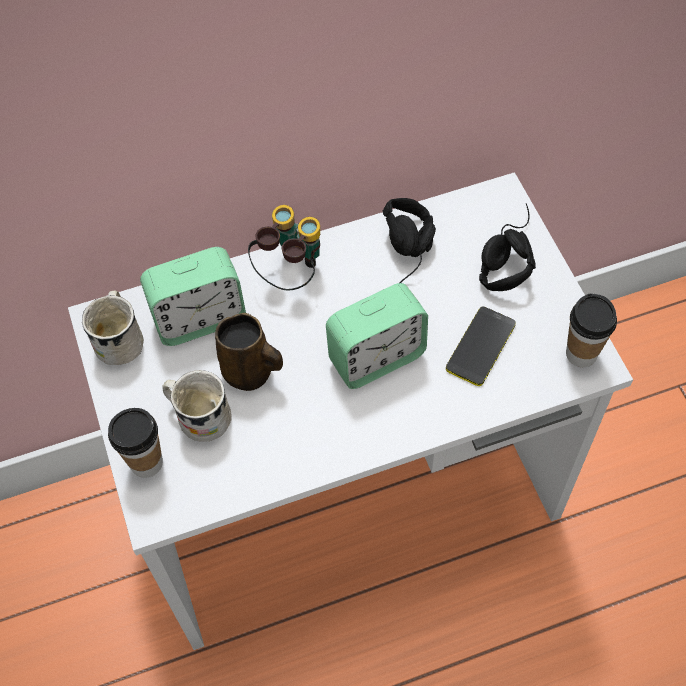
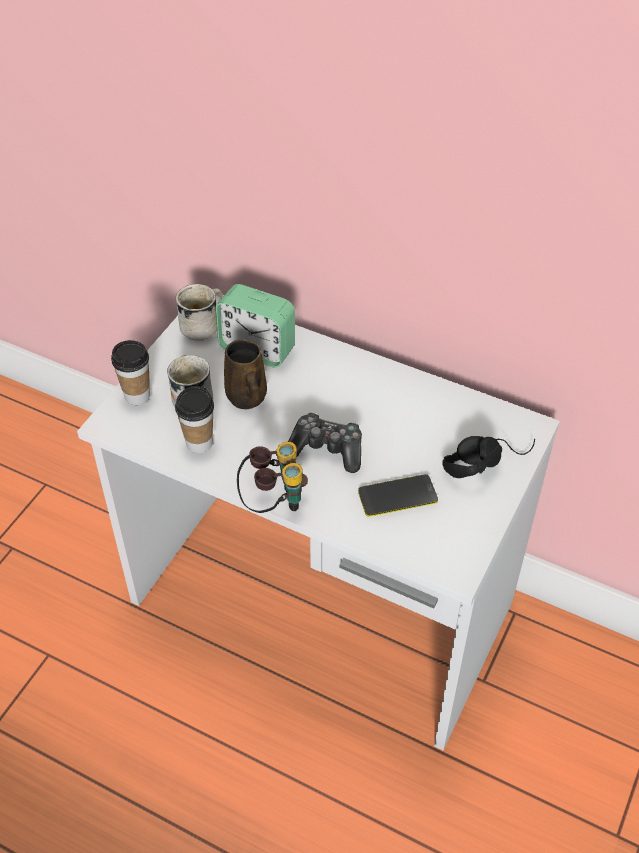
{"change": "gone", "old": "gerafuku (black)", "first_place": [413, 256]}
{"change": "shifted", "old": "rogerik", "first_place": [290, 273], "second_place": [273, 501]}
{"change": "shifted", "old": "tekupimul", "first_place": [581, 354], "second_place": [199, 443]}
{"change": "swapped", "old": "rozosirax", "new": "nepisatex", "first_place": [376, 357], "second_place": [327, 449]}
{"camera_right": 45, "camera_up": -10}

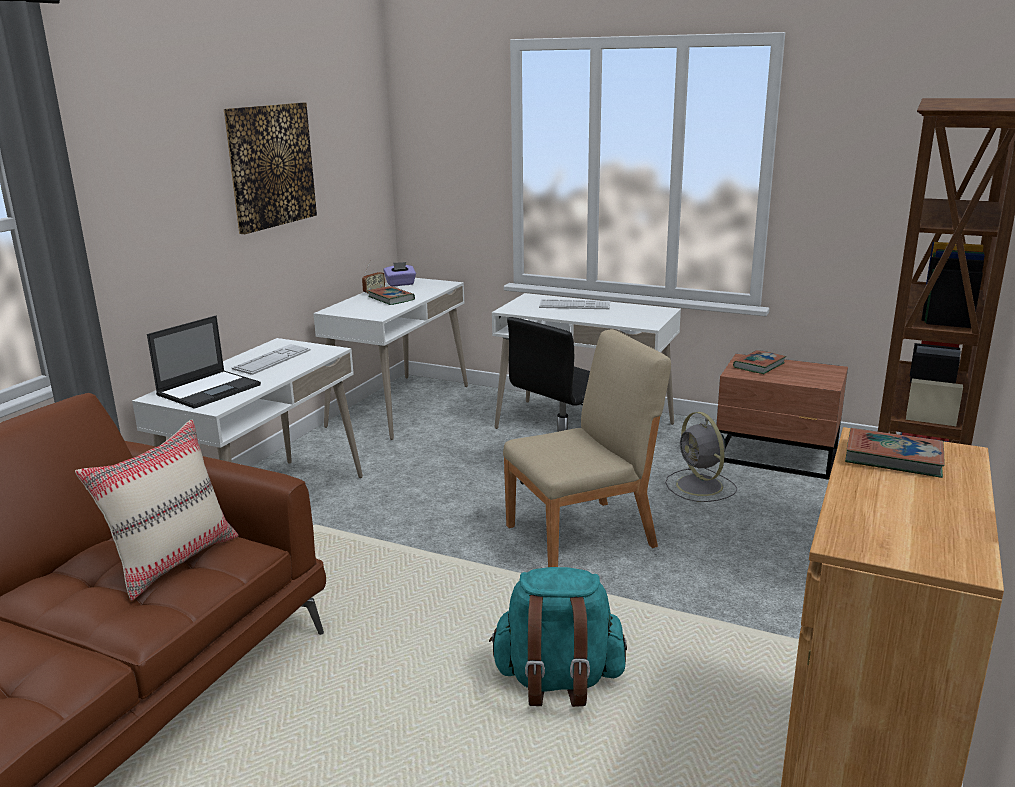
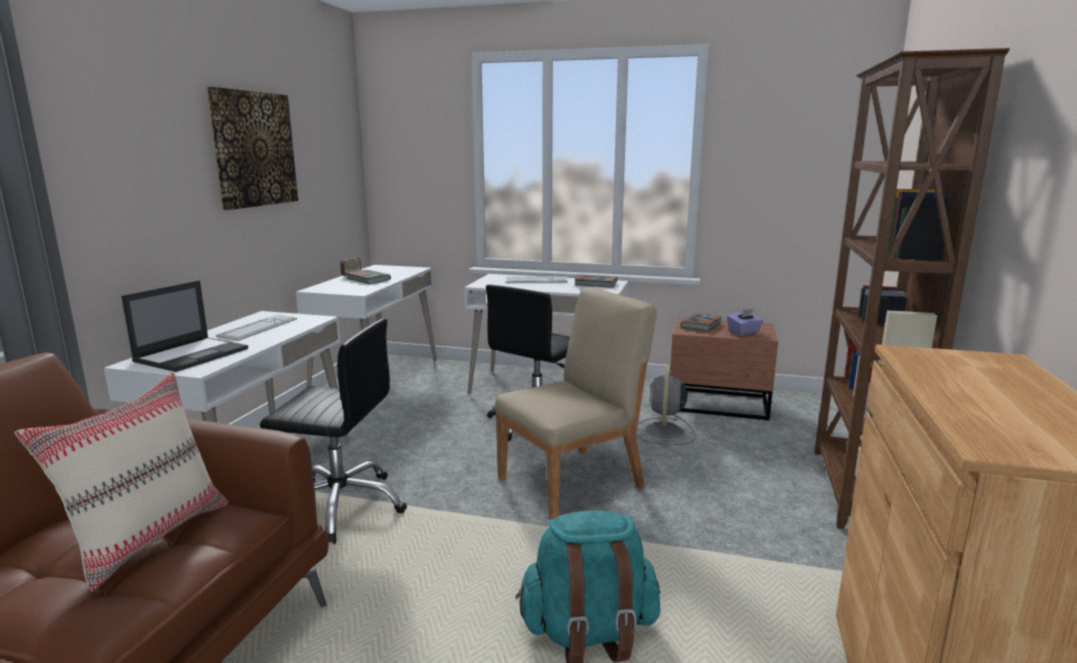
{"change": "new", "new": "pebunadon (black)", "second_place": [341, 506]}
{"change": "shifted", "old": "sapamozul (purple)", "first_place": [400, 284], "second_place": [744, 332]}
{"change": "shifted", "old": "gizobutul", "first_place": [893, 458], "second_place": [596, 284]}
{"change": "rotated", "old": "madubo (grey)", "first_place": [700, 486], "second_place": [664, 432], "degrees": 45}
{"camera_right": -10, "camera_up": -5}

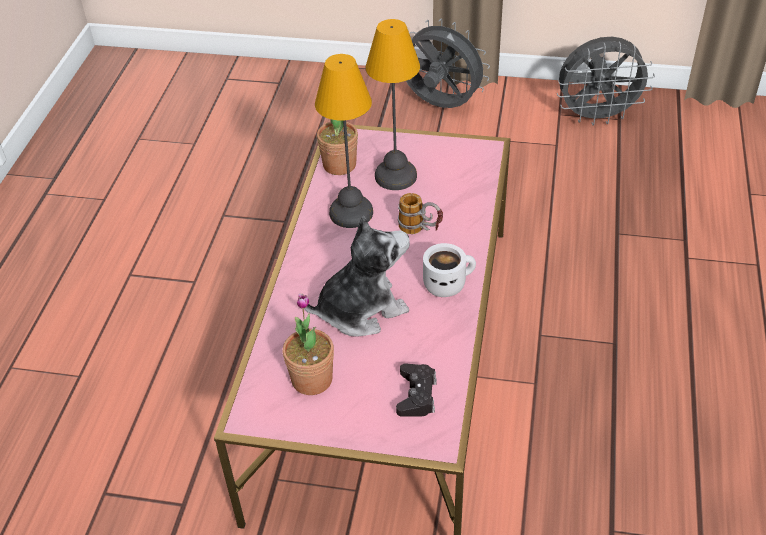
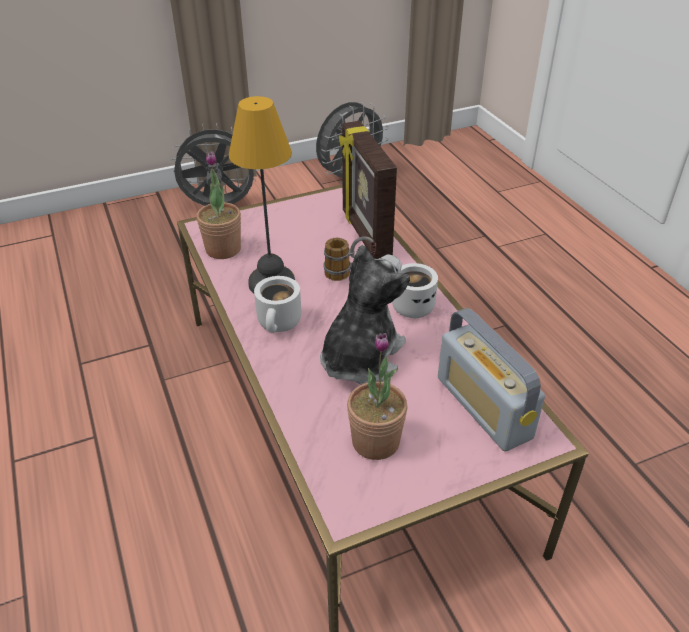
{"change": "gone", "old": "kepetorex", "first_place": [396, 175]}
{"change": "new", "new": "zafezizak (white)", "second_place": [280, 324]}
{"change": "new", "new": "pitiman", "second_place": [364, 235]}
{"change": "swapped", "old": "nepisatex (black)", "new": "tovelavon", "first_place": [416, 395], "second_place": [483, 407]}
{"camera_right": -35, "camera_up": -5}

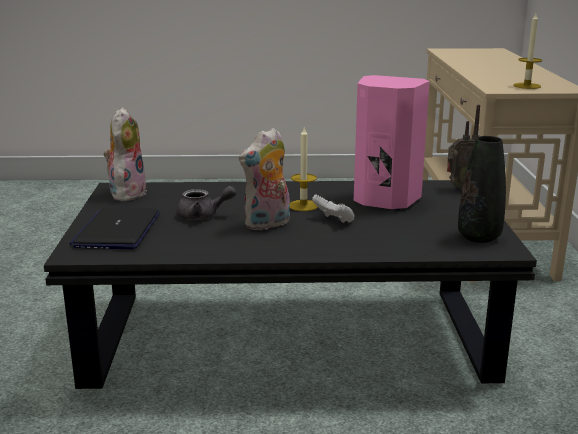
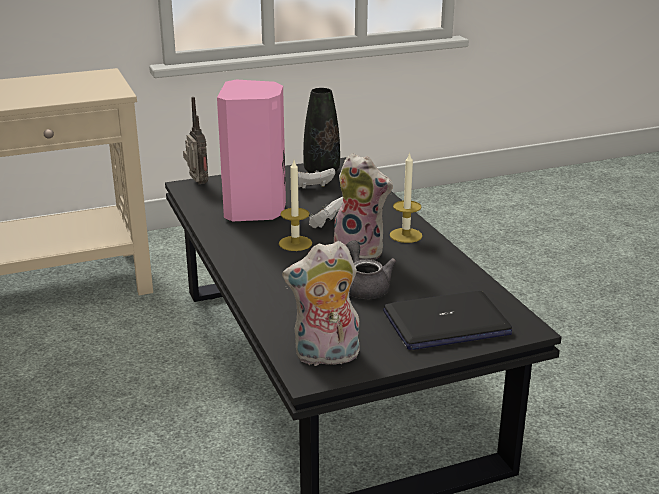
{"change": "new", "new": "nepisatex (white)", "second_place": [313, 188]}
{"change": "shifted", "old": "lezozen", "first_place": [527, 86], "second_place": [406, 235]}
{"camera_right": -110, "camera_up": 5}

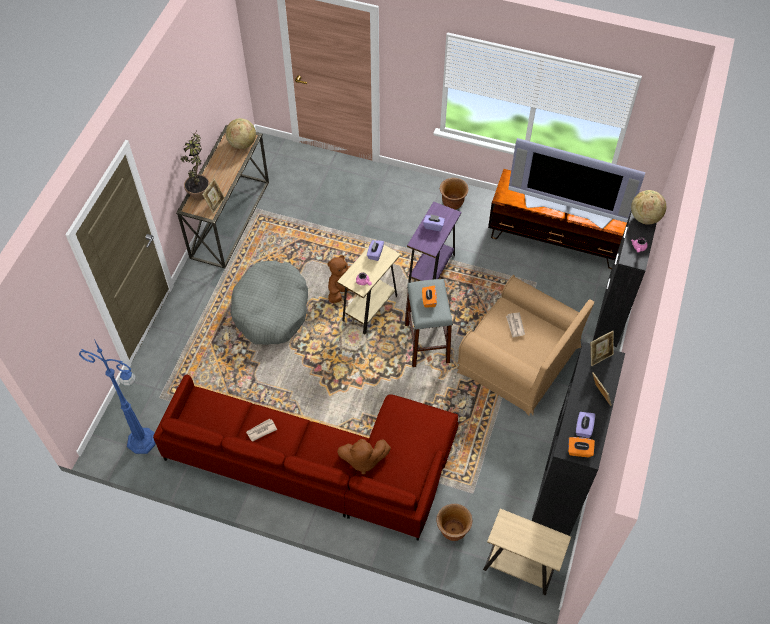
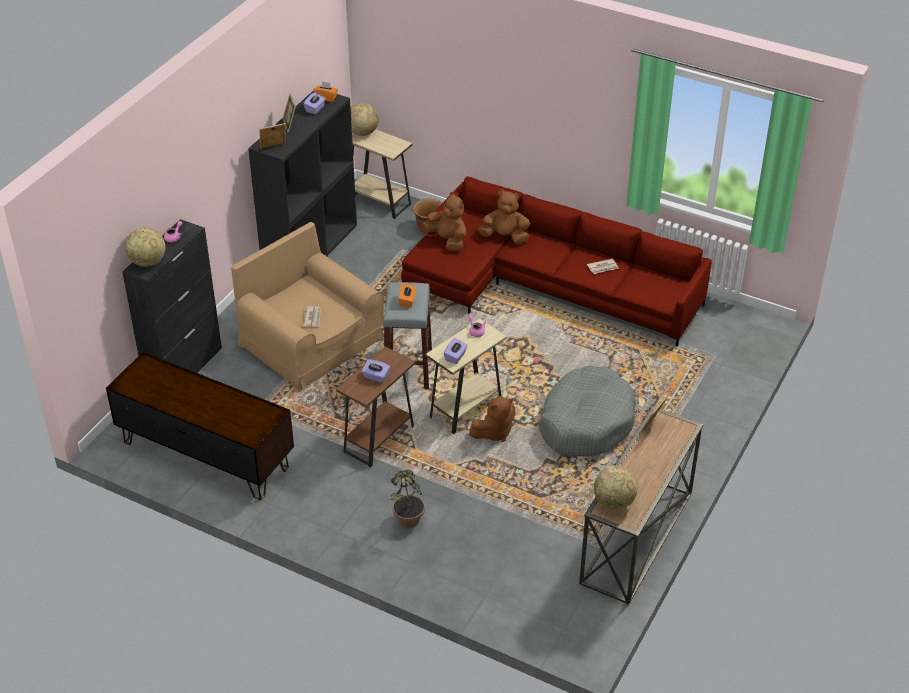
{"change": "gone", "old": "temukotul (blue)", "first_place": [143, 441]}
{"change": "gone", "old": "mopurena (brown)", "first_place": [452, 203]}
{"change": "gone", "old": "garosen", "first_place": [568, 207]}
{"change": "new", "new": "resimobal", "second_place": [362, 133]}
{"change": "new", "new": "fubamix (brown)", "second_place": [447, 240]}
{"change": "shifted", "old": "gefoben", "first_place": [200, 190], "second_place": [406, 526]}
{"change": "repainted", "old": "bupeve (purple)", "new": "bupeve (brown)", "first_place": [431, 270], "second_place": [379, 439]}
{"camera_right": -170, "camera_up": -15}

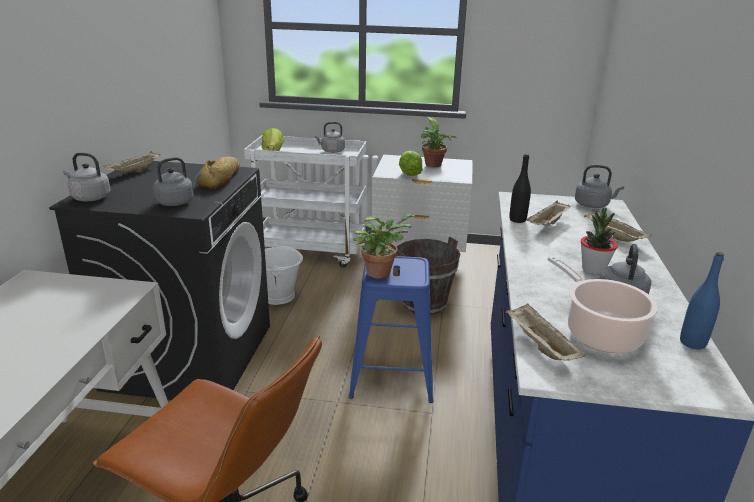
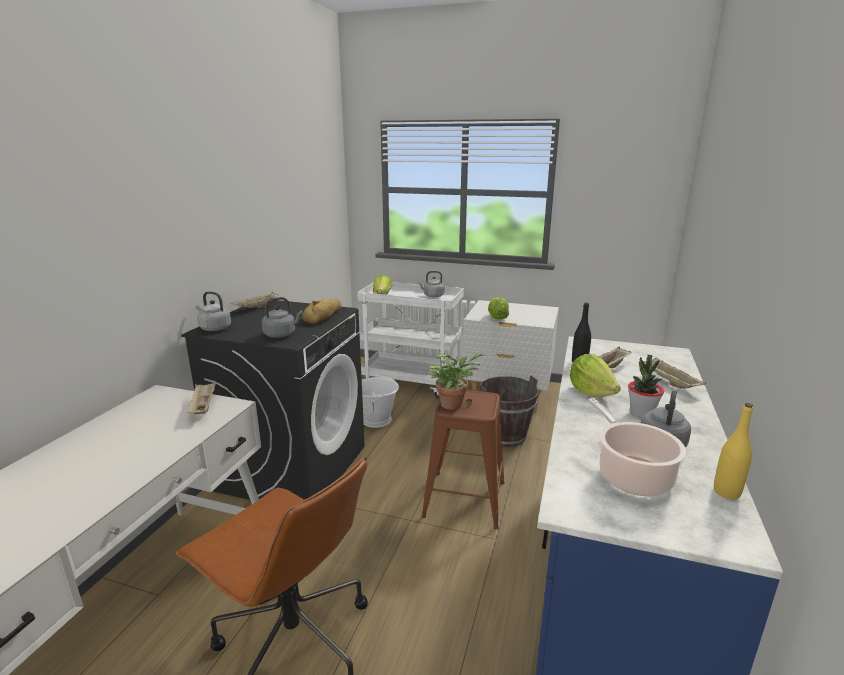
{"change": "gone", "old": "gefoben", "first_place": [434, 165]}
{"change": "gone", "old": "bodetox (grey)", "first_place": [593, 205]}
{"change": "new", "new": "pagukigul", "second_place": [591, 392]}
{"change": "shifted", "old": "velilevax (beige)", "first_place": [539, 345], "second_place": [203, 407]}
{"change": "repainted", "old": "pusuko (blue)", "new": "pusuko (brown)", "first_place": [391, 374], "second_place": [464, 499]}
{"change": "repainted", "old": "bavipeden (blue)", "new": "bavipeden (yellow)", "first_place": [692, 343], "second_place": [726, 492]}
{"camera_right": 10, "camera_up": -5}

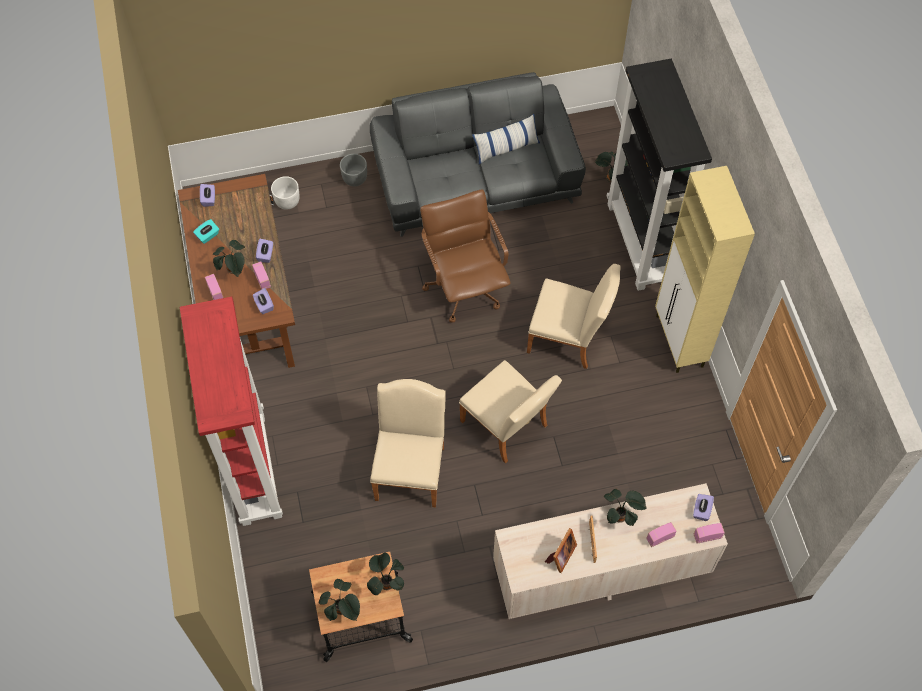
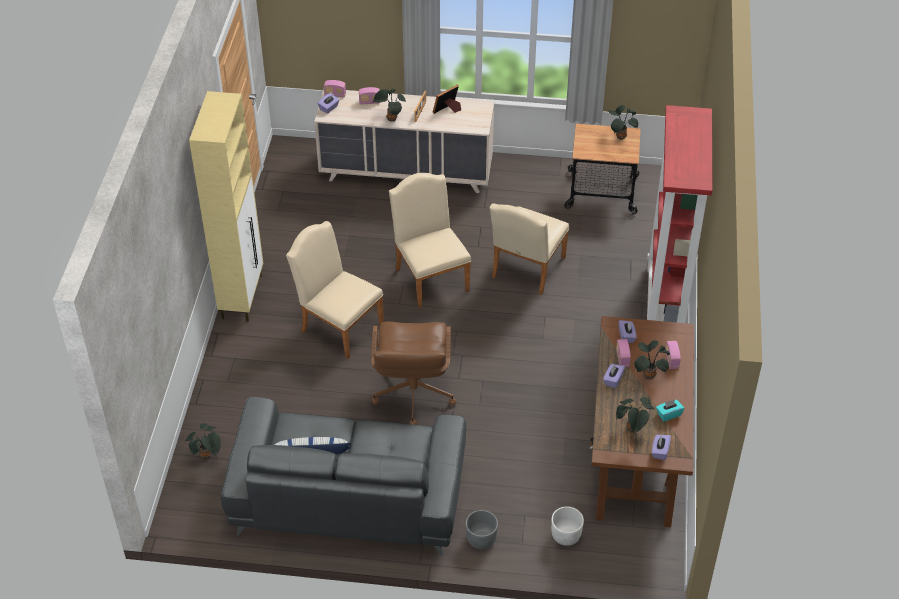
{"change": "gone", "old": "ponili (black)", "first_place": [640, 243]}
{"change": "shifted", "old": "gefoben", "first_place": [386, 583], "second_place": [632, 429]}
{"camera_right": -160, "camera_up": -15}

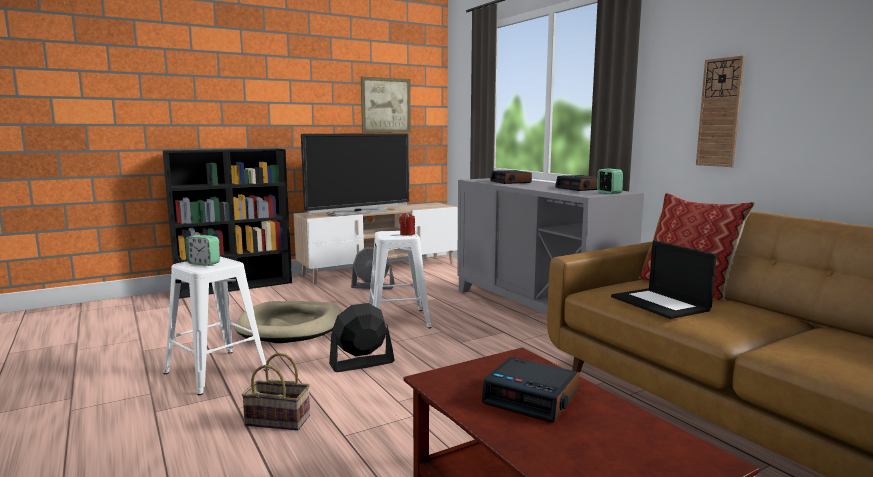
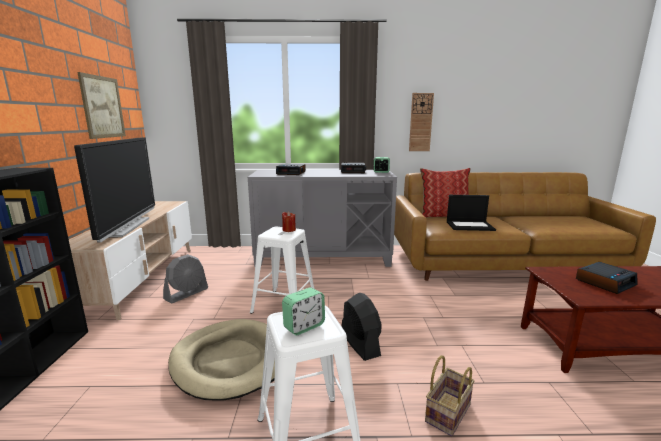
{"change": "rotated", "old": "madubo (black)", "first_place": [361, 363], "second_place": [359, 343], "degrees": 150}
{"camera_right": -60, "camera_up": 5}

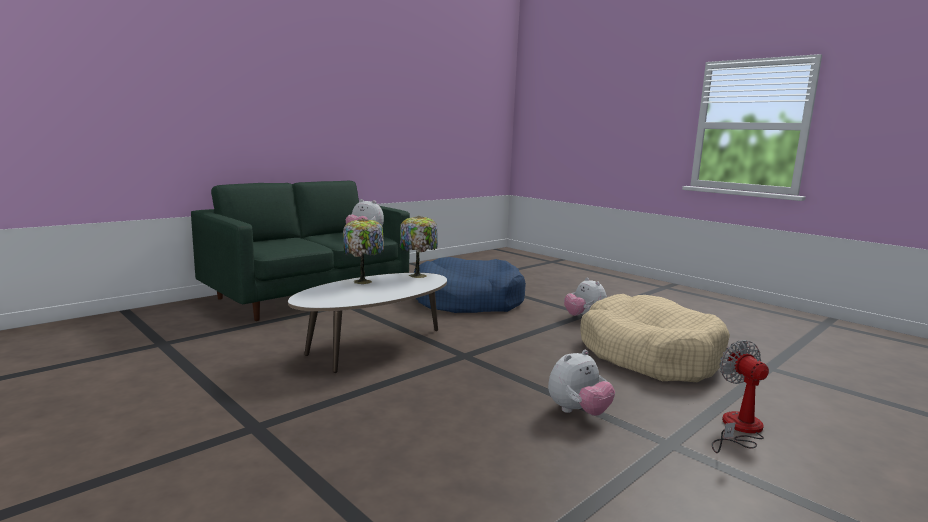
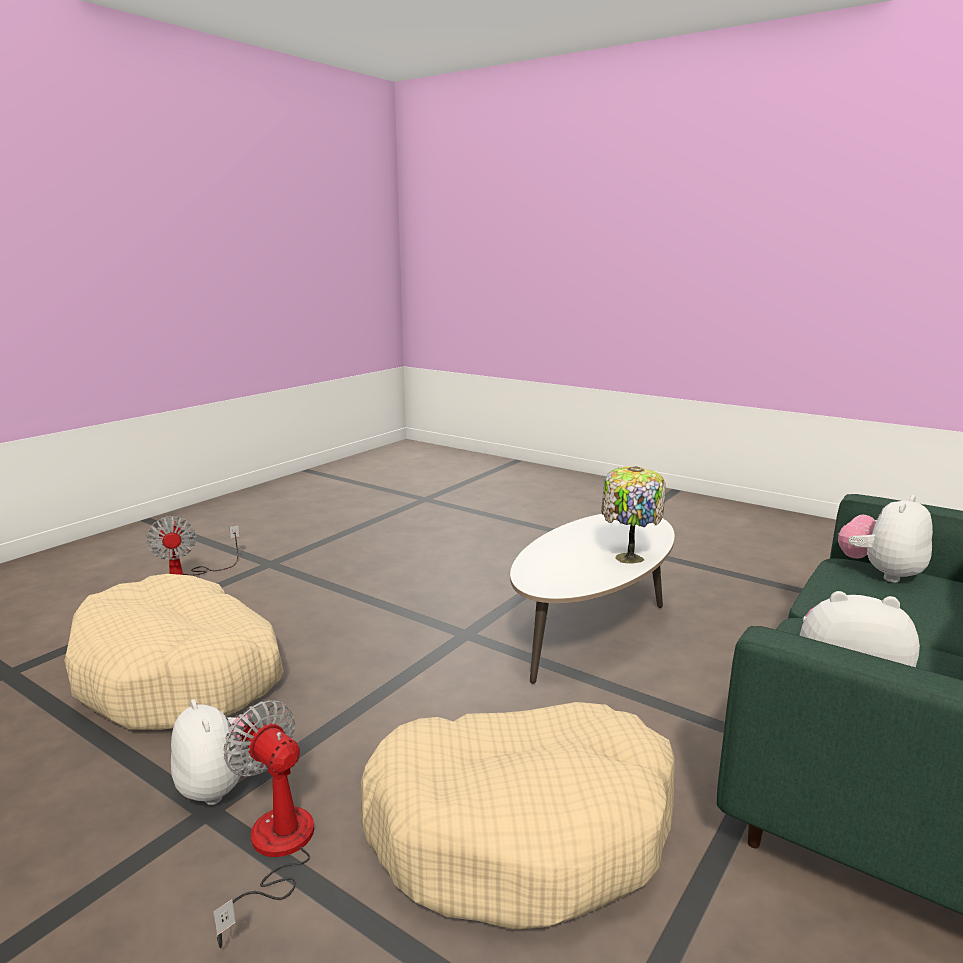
{"change": "gone", "old": "kepetorex", "first_place": [418, 275]}
{"change": "new", "new": "madubo", "second_place": [274, 852]}
{"change": "shifted", "old": "fubamix", "first_place": [578, 412], "second_place": [881, 573]}
{"change": "repainted", "old": "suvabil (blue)", "new": "suvabil (beige)", "first_place": [467, 301], "second_place": [522, 829]}
{"camera_right": 170, "camera_up": 5}

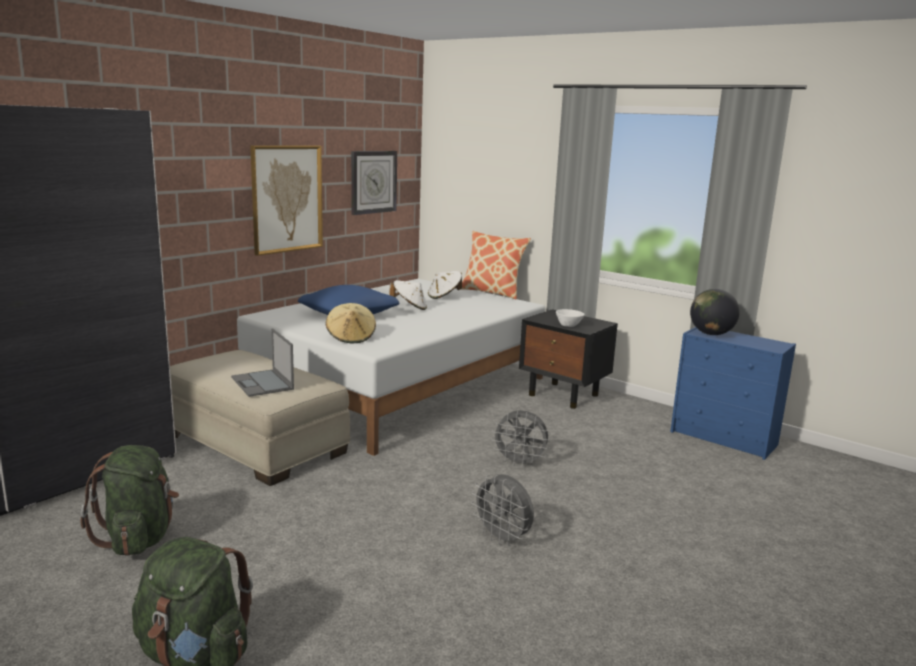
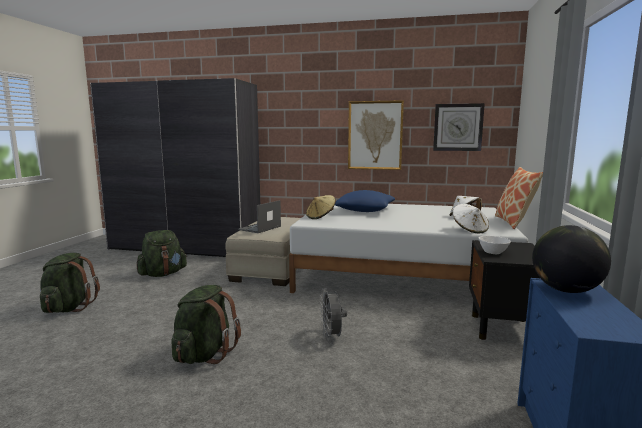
{"change": "shifted", "old": "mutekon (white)", "first_place": [409, 308], "second_place": [469, 230]}
{"change": "swapped", "old": "madubo (grey)", "new": "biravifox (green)", "first_place": [502, 539], "second_place": [205, 354]}
{"camera_right": 65, "camera_up": -5}

